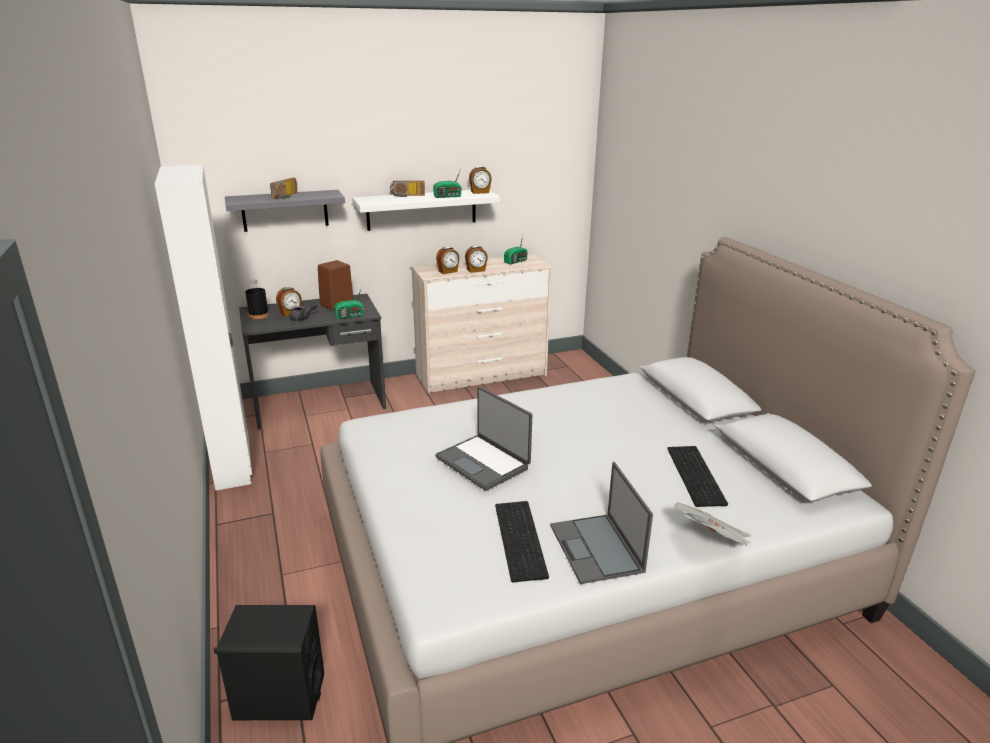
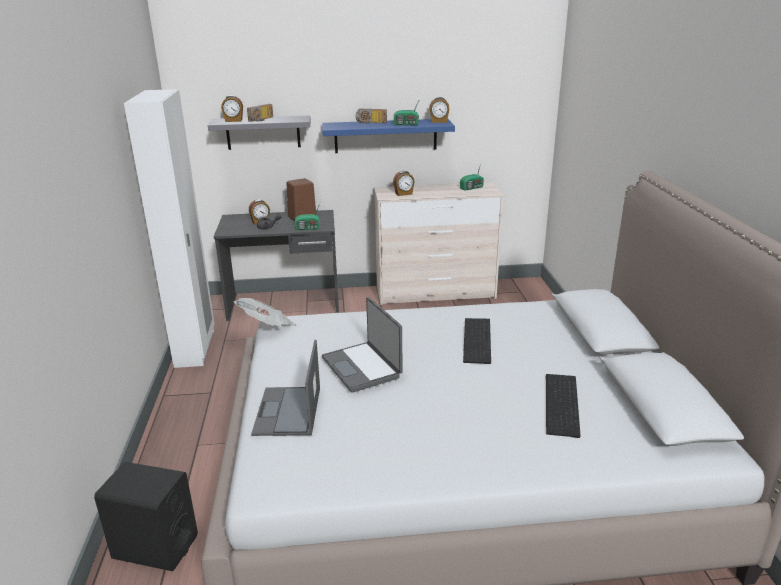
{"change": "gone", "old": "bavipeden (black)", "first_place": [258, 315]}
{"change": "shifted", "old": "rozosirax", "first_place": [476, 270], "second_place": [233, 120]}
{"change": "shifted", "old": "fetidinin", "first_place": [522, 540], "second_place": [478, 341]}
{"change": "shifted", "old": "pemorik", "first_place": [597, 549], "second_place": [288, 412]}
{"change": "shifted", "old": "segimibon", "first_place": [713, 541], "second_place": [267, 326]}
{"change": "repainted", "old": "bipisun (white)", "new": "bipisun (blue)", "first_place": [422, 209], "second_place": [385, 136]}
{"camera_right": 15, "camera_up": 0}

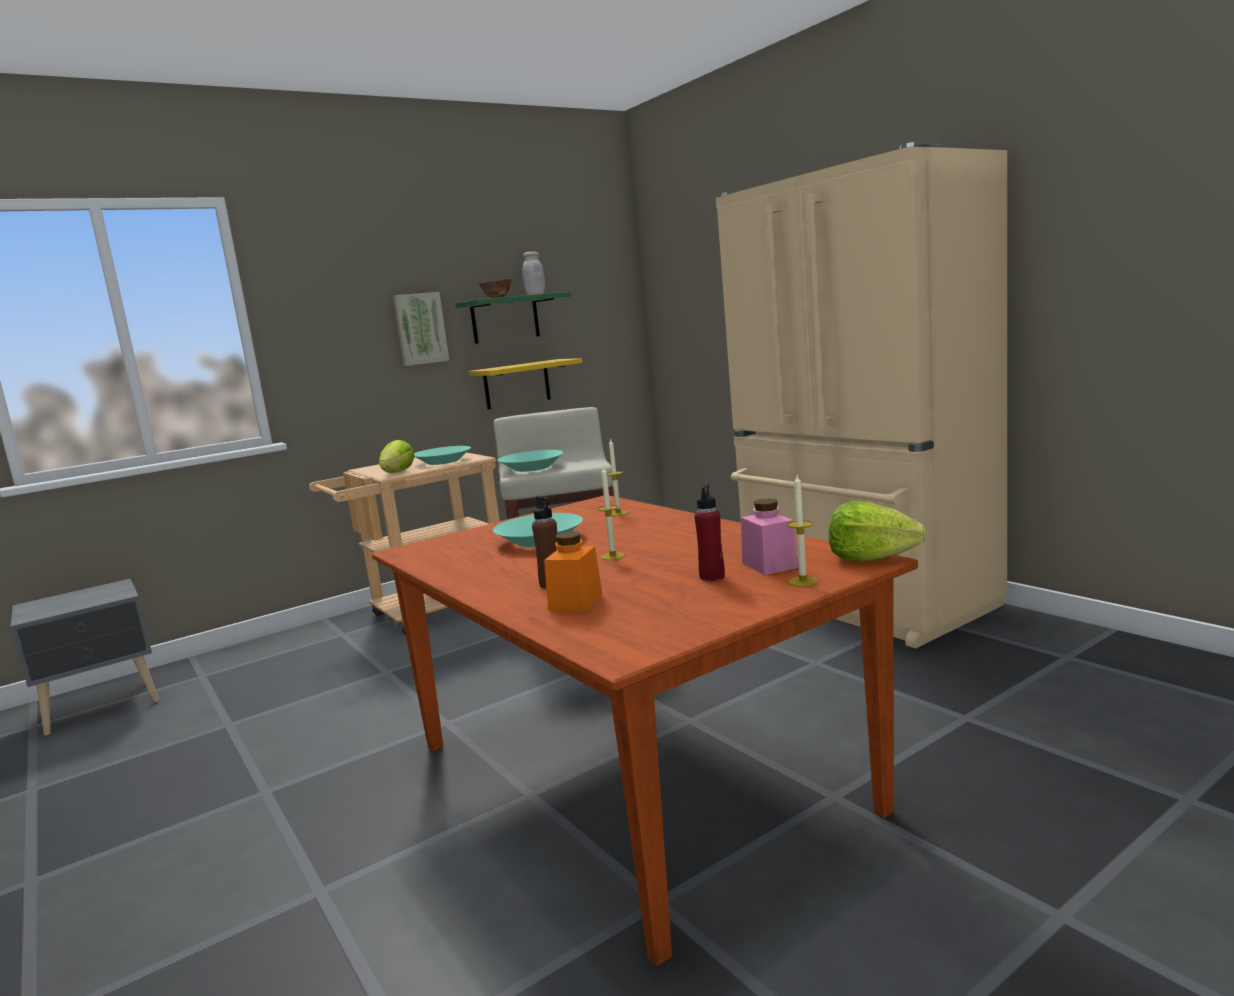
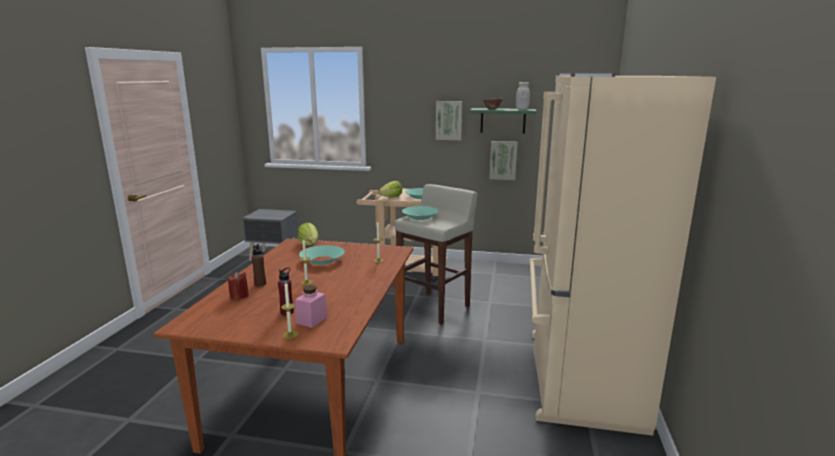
{"change": "shifted", "old": "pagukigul", "first_place": [871, 558], "second_place": [309, 244]}
{"change": "swapped", "old": "bipisun (yellow)", "new": "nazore", "first_place": [517, 384], "second_place": [503, 160]}
{"change": "swapped", "old": "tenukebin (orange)", "new": "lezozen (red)", "first_place": [575, 602], "second_place": [239, 296]}
{"camera_right": 45, "camera_up": 5}

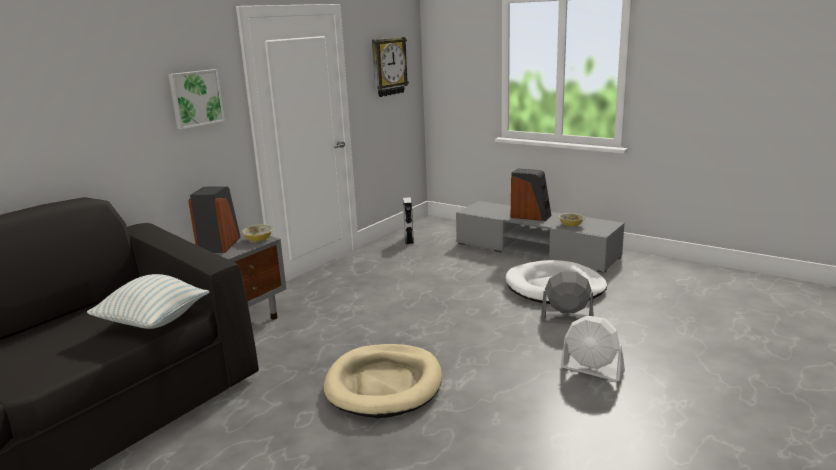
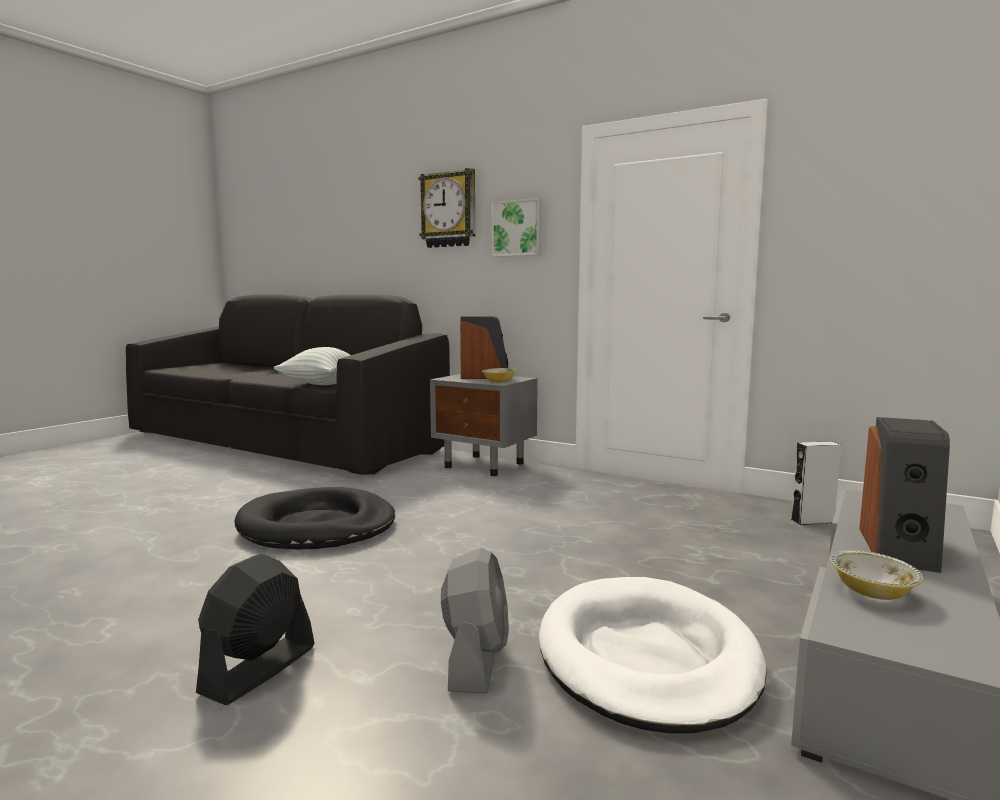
{"change": "shifted", "old": "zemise", "first_place": [388, 66], "second_place": [449, 210]}
{"change": "repainted", "old": "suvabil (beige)", "new": "suvabil (black)", "first_place": [384, 384], "second_place": [317, 526]}
{"change": "repainted", "old": "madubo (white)", "new": "madubo (black)", "first_place": [592, 370], "second_place": [258, 669]}
{"camera_right": 85, "camera_up": -10}

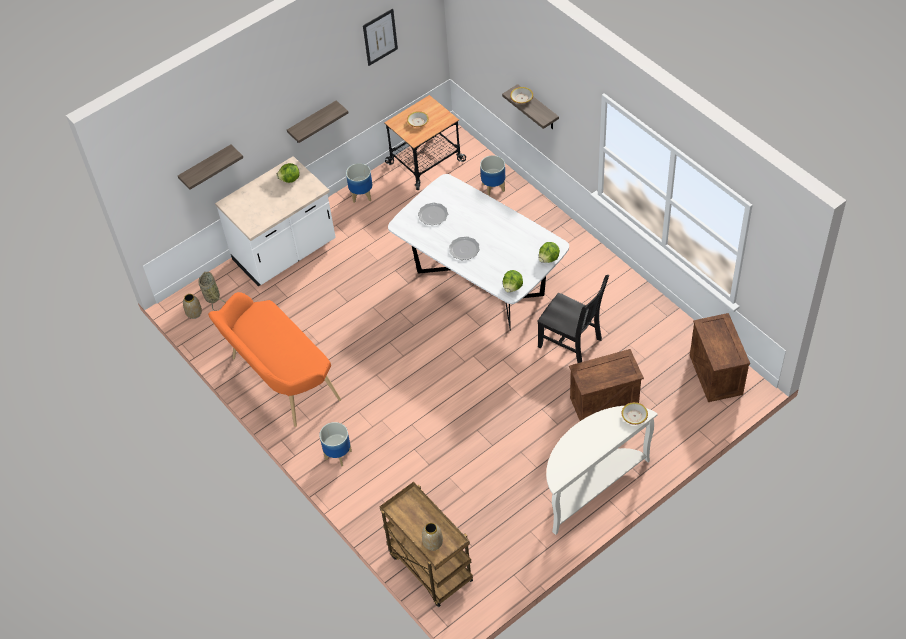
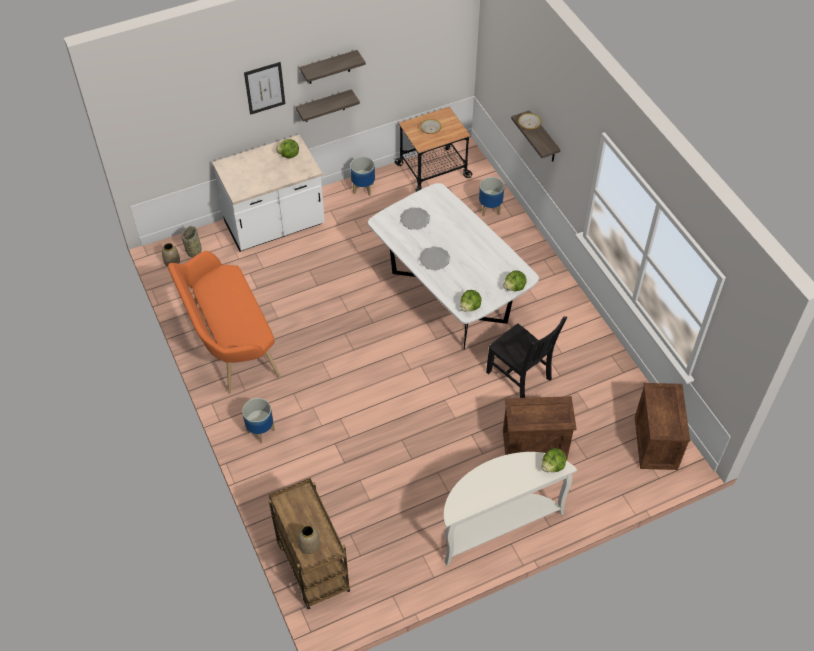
{"change": "shifted", "old": "bipisun", "first_place": [206, 168], "second_place": [329, 67]}
{"change": "shifted", "old": "nazore", "first_place": [380, 37], "second_place": [264, 88]}
{"change": "swapped", "old": "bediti", "new": "pagukigul", "first_place": [634, 416], "second_place": [552, 466]}
{"camera_right": 10, "camera_up": 0}

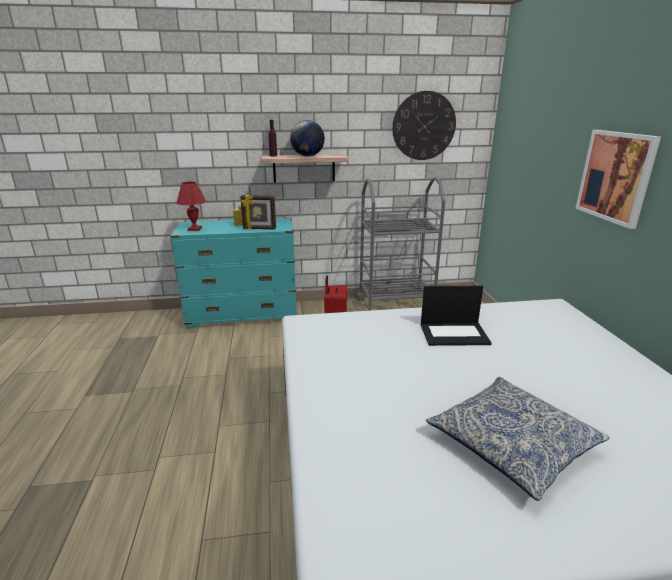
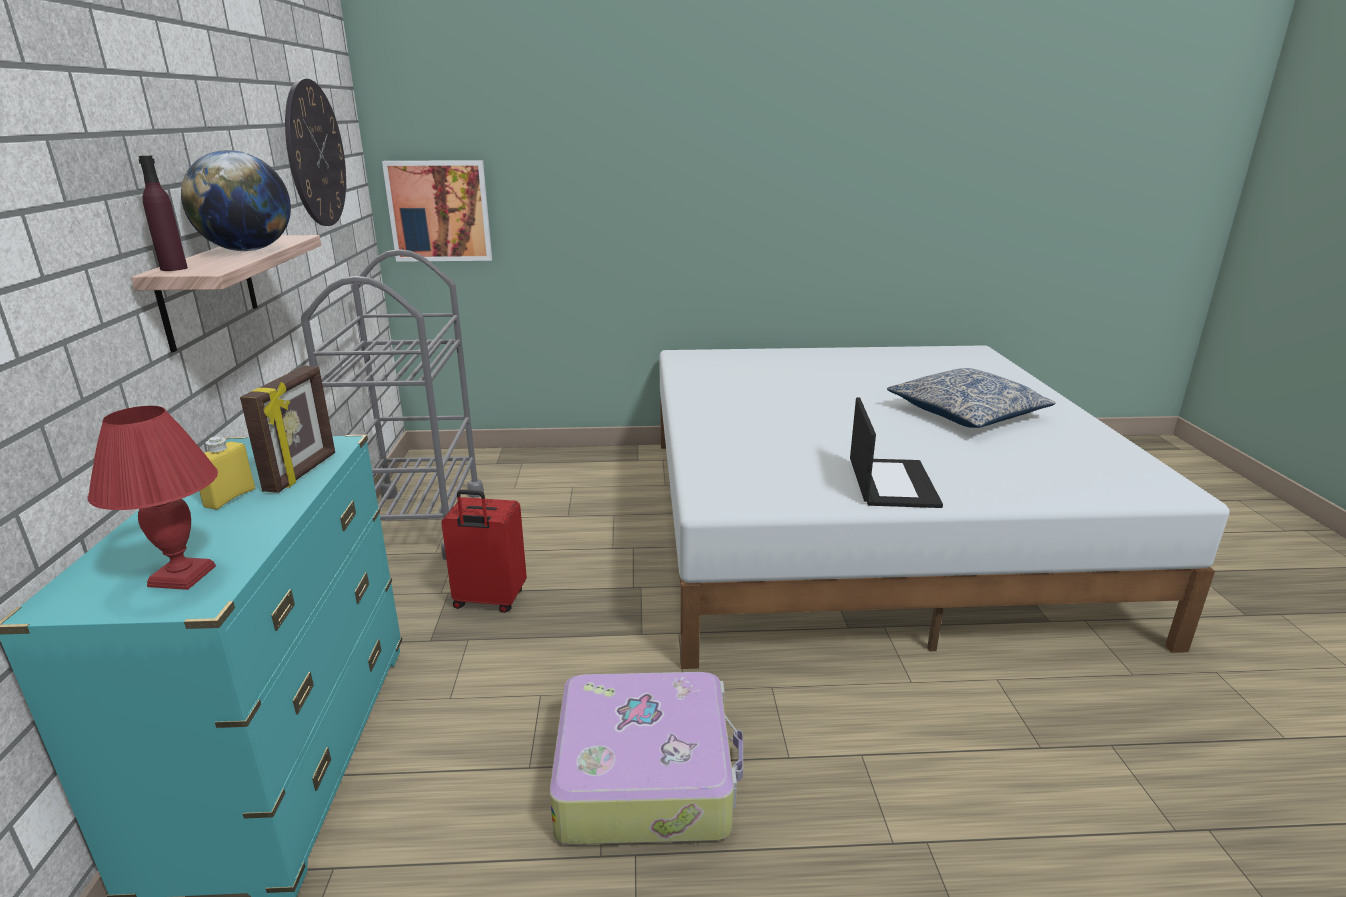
{"change": "new", "new": "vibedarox", "second_place": [646, 774]}
{"change": "shifted", "old": "pemorik", "first_place": [454, 333], "second_place": [891, 482]}
{"change": "shifted", "old": "nazore", "first_place": [615, 176], "second_place": [439, 211]}
{"camera_right": -85, "camera_up": 0}

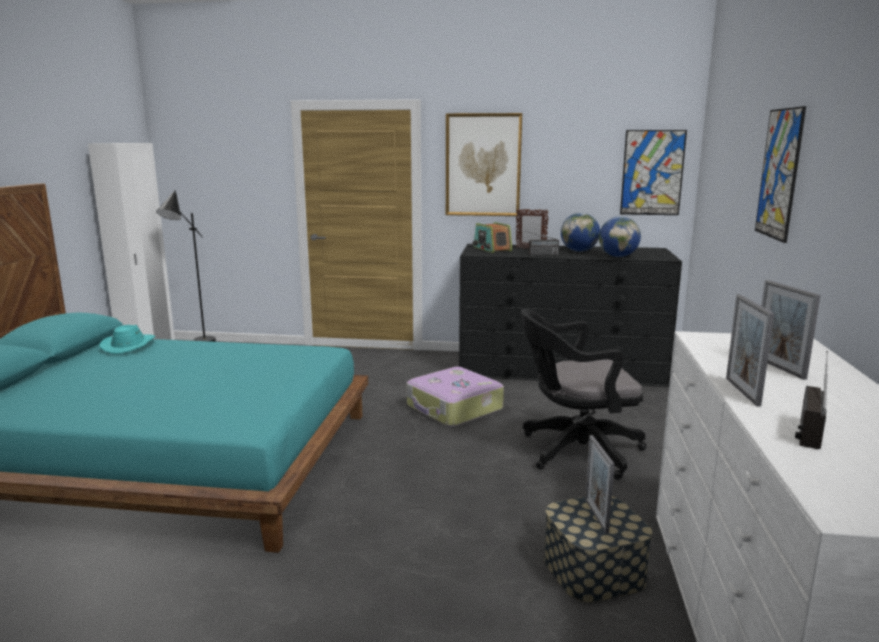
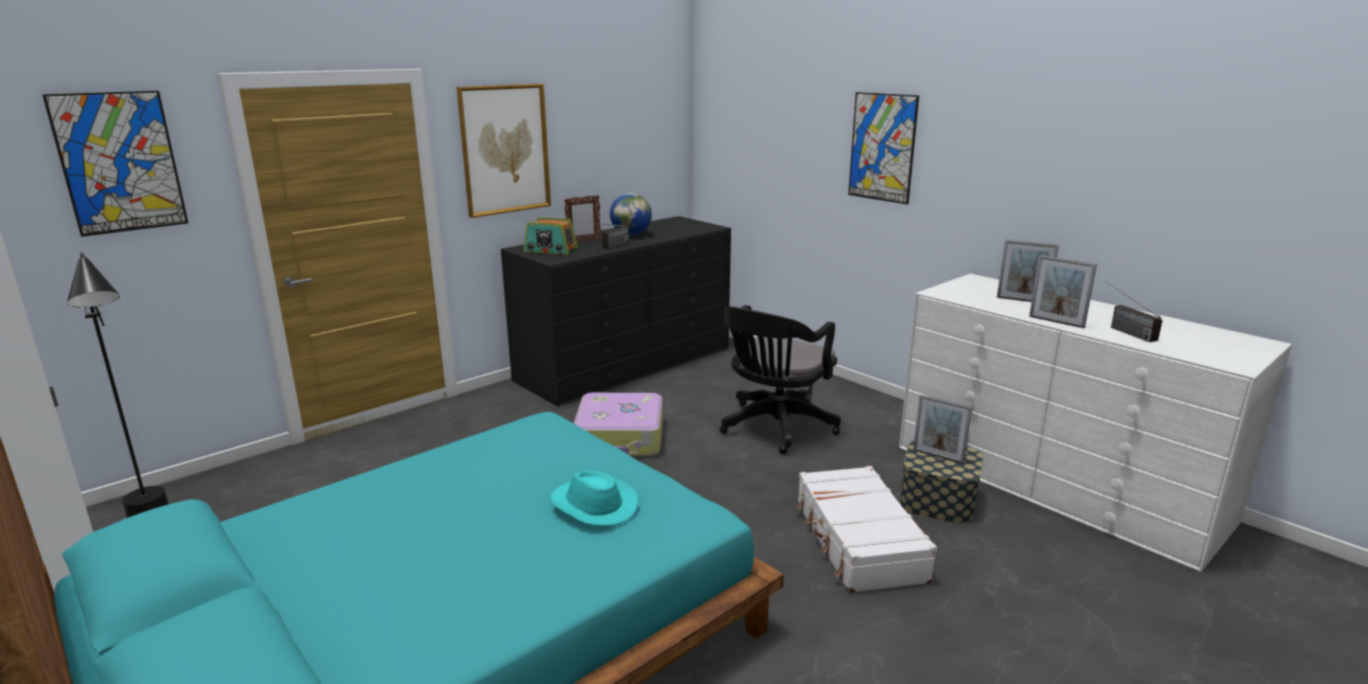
{"change": "gone", "old": "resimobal", "first_place": [618, 256]}
{"change": "new", "new": "vibedarox (white)", "second_place": [858, 542]}
{"change": "shifted", "old": "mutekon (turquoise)", "first_place": [129, 345], "second_place": [593, 506]}
{"change": "shifted", "old": "nazore", "first_place": [652, 173], "second_place": [119, 162]}
{"camera_right": -50, "camera_up": 5}

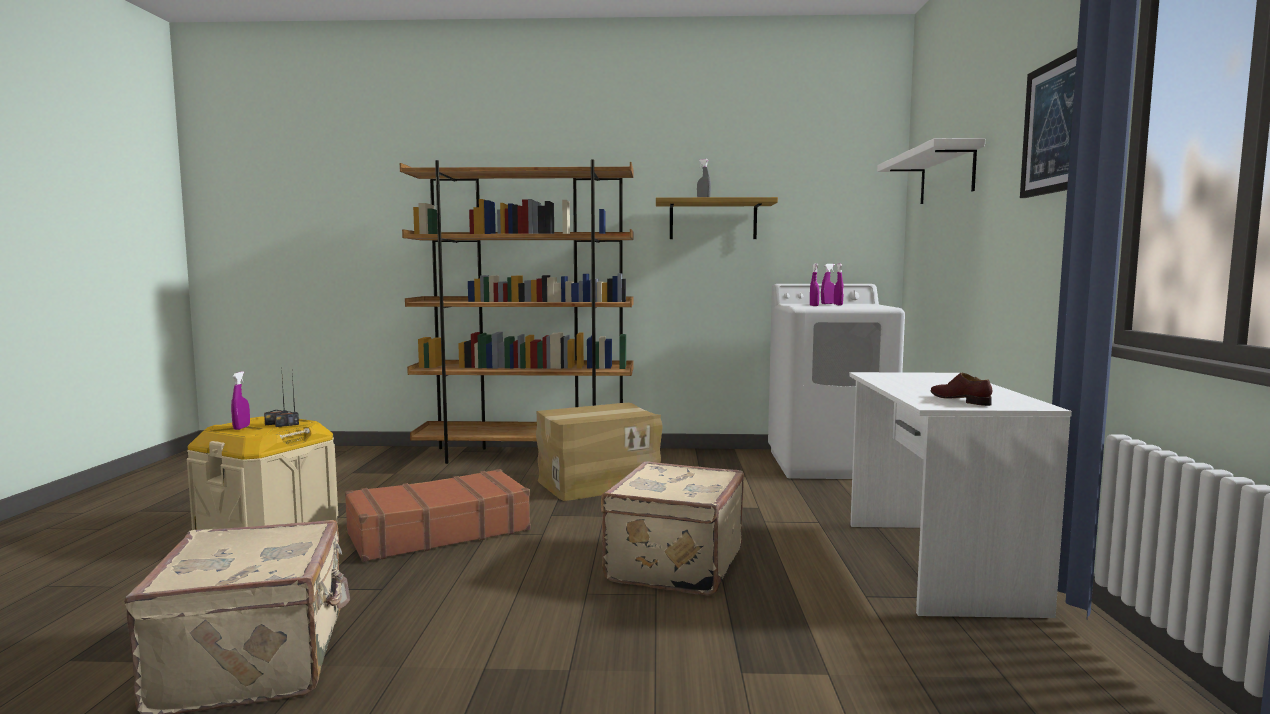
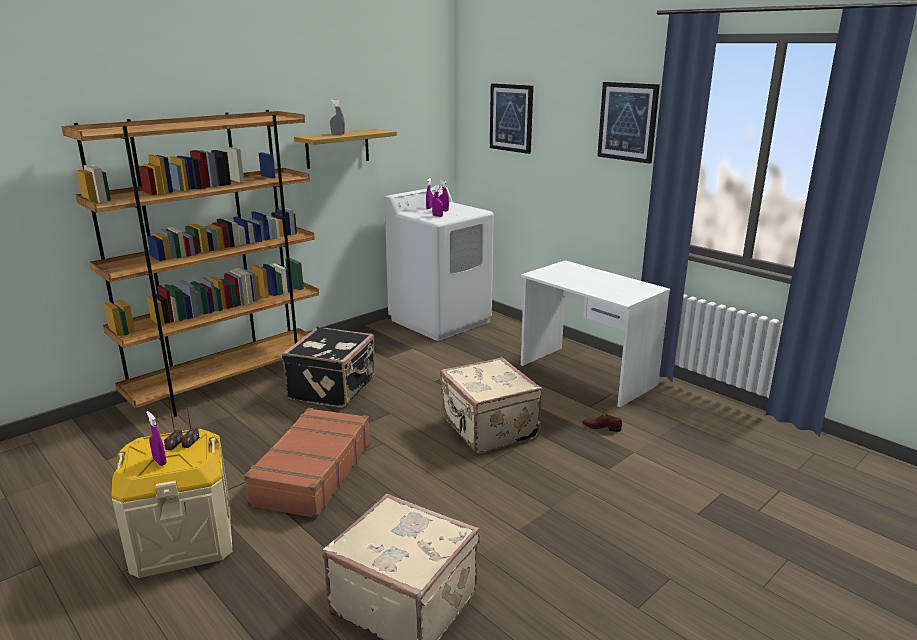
{"change": "shifted", "old": "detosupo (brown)", "first_place": [960, 400], "second_place": [601, 427]}
{"change": "swapped", "old": "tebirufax", "new": "vibedarox (black)", "first_place": [597, 483], "second_place": [334, 388]}
{"change": "swapped", "old": "bipisun (white)", "new": "nazore", "first_place": [947, 175], "second_place": [511, 118]}
{"camera_right": -45, "camera_up": 15}

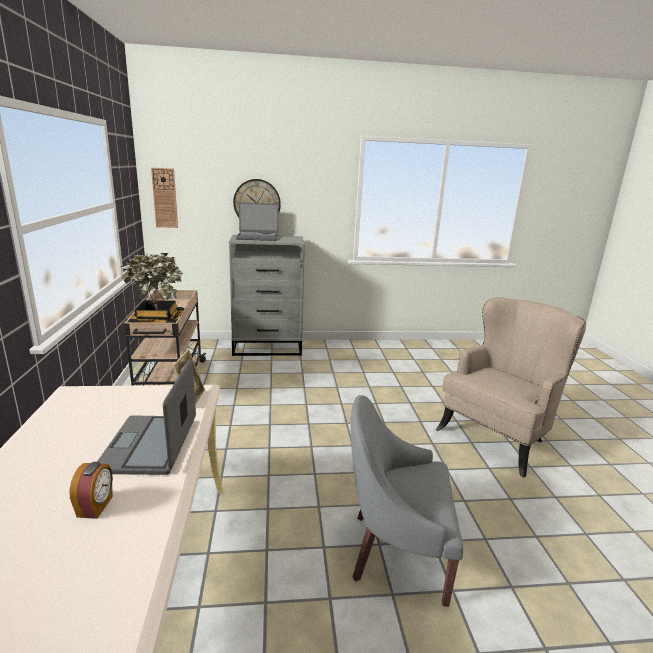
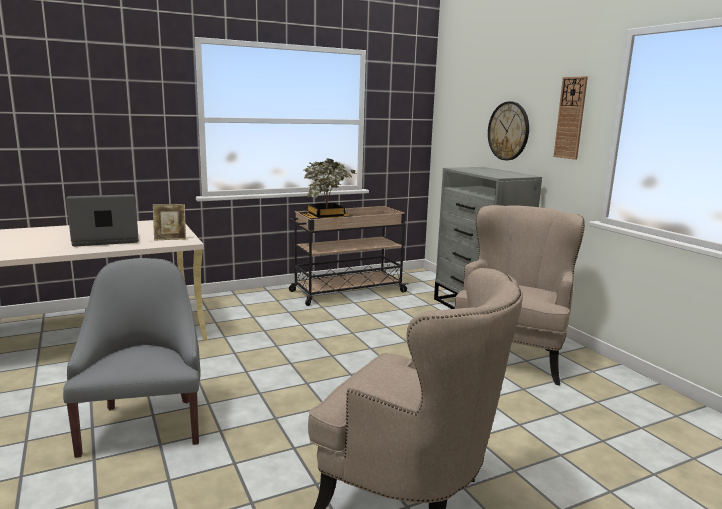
{"change": "gone", "old": "rozosirax", "first_place": [96, 506]}
{"change": "gone", "old": "pemorik", "first_place": [257, 237]}
{"change": "new", "new": "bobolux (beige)", "second_place": [511, 354]}
{"change": "shifted", "old": "zemise", "first_place": [165, 198], "second_place": [570, 118]}
{"camera_right": 70, "camera_up": -5}

